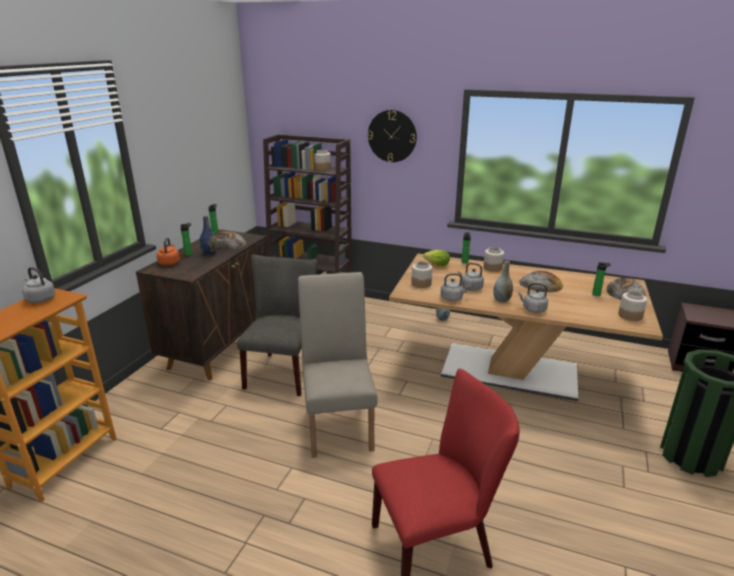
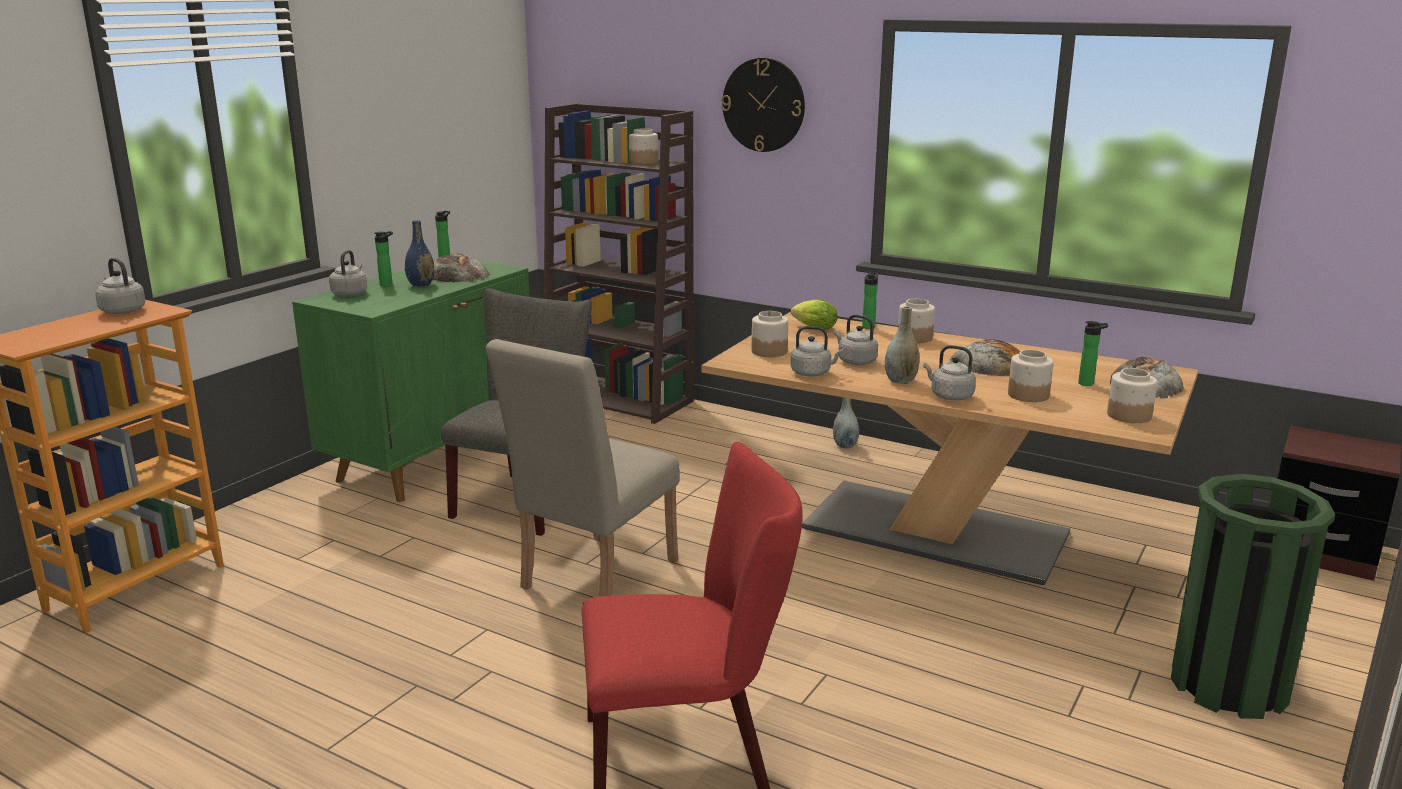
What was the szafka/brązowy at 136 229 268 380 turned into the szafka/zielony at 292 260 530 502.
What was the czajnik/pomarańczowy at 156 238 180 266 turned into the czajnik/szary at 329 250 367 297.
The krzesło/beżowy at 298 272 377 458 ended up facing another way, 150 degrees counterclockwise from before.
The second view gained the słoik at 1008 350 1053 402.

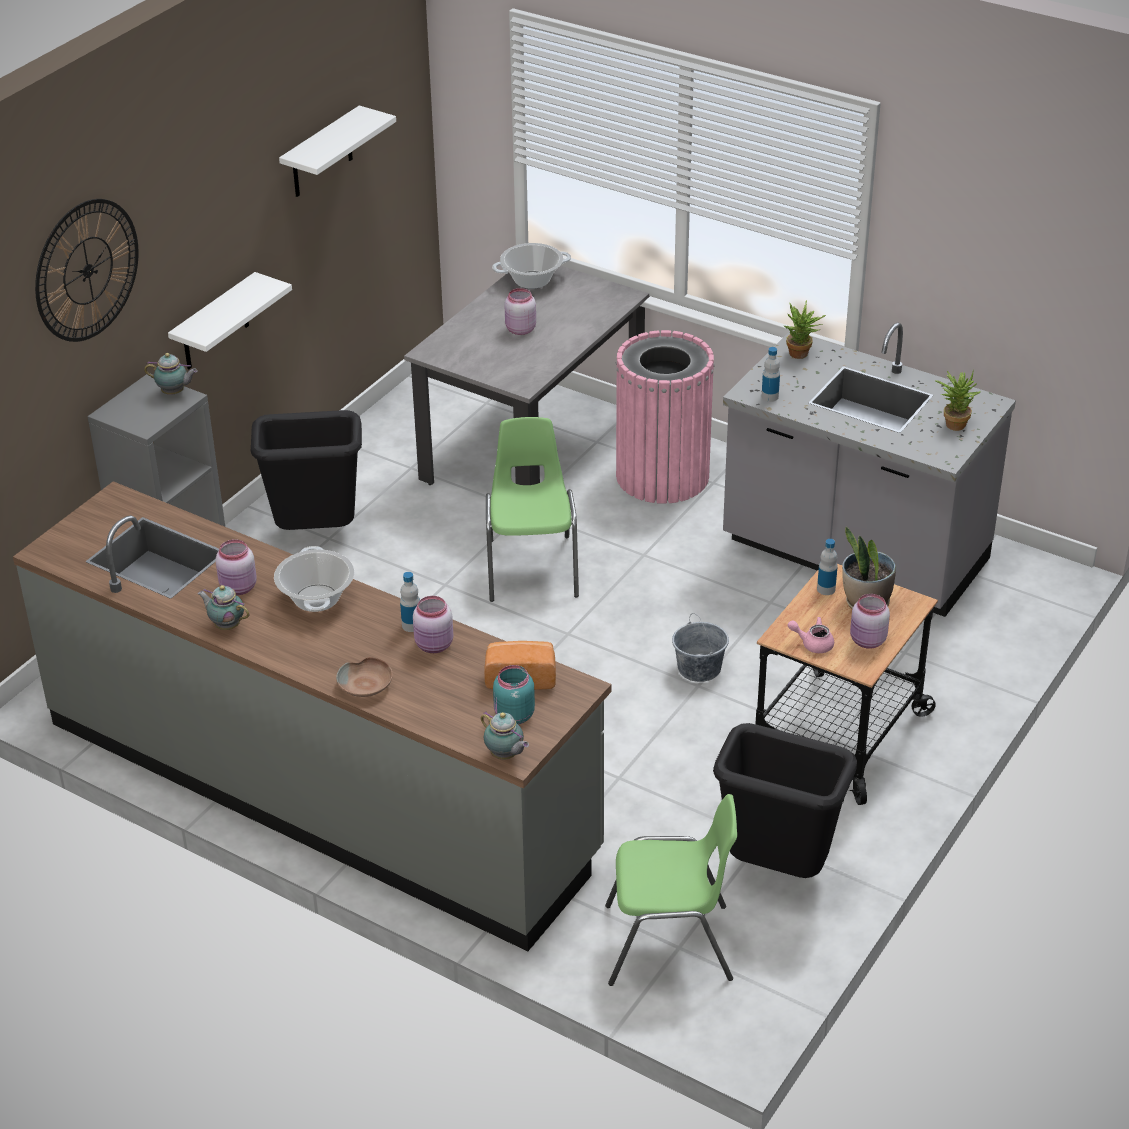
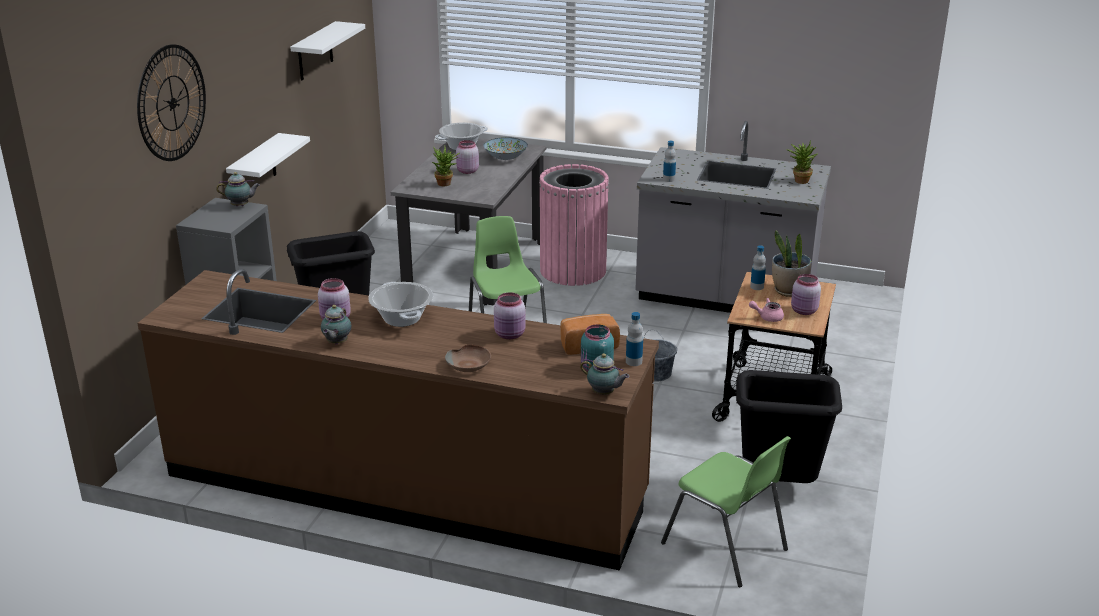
What was the zabudowa kuchenna/szary at 13 481 611 951 turned into the zabudowa kuchenna/brązowy at 137 269 659 571.
The imbryk at 198 585 250 630 ended up facing another way, 90 degrees counterclockwise from before.
The butelka ended up elsewhere, having gone from 400 572 420 632 to 626 312 643 366.
The krzesło/zielony at 605 794 737 986 ended up facing another way, 60 degrees clockwise from before.
The roślina doniczkowa ended up elsewhere, having gone from 784 300 826 359 to 432 146 460 186.
The second view gained the miska at 483 137 528 160.

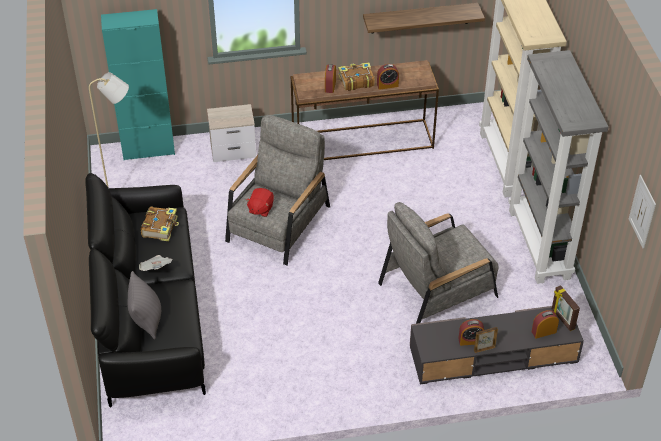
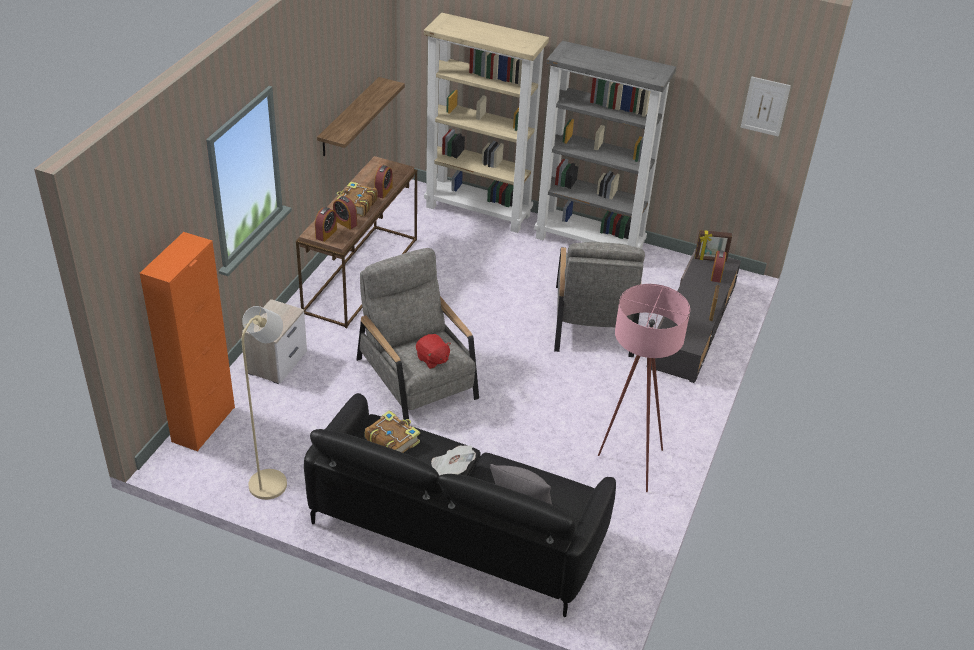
What was the szafka/turkusowy at 101 9 175 160 turned into the szafka/pomarańczowy at 140 232 235 451.
The budzik ended up elsewhere, having gone from 458 319 484 346 to 315 207 337 242.
The second view gained the lampa stojąca/różowy at 598 284 690 492.

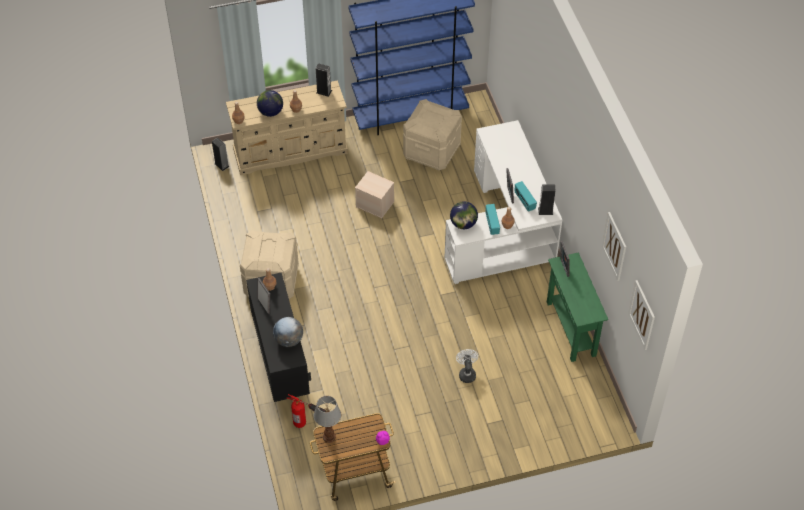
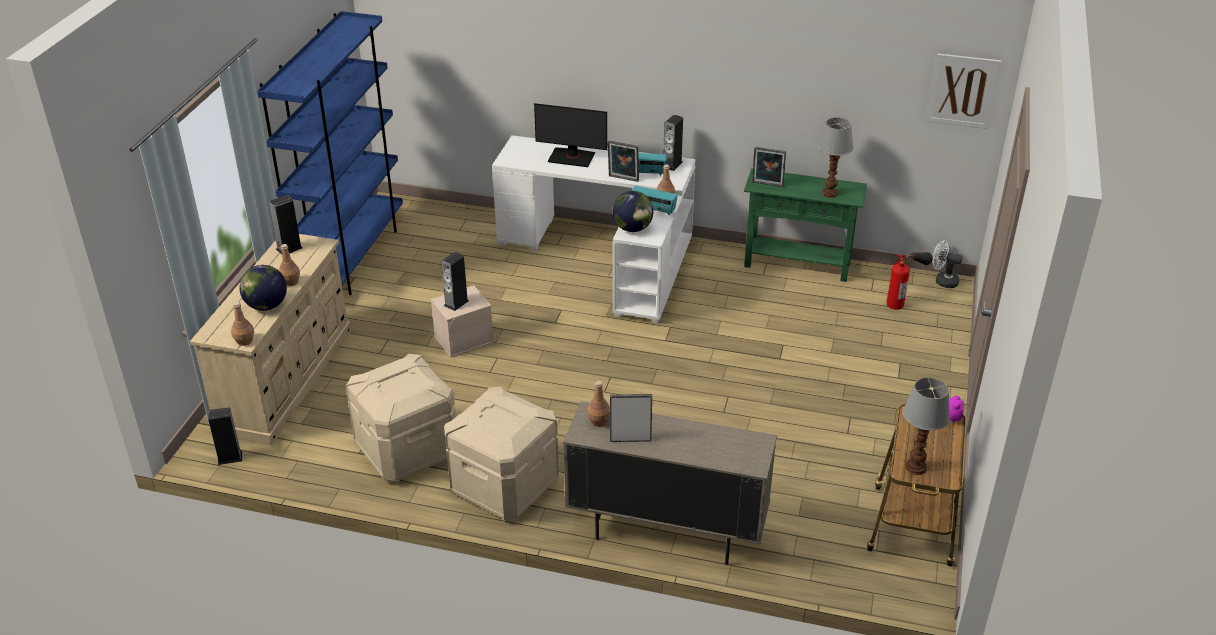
What was the szafka/czarny at 246 273 311 402 turned into the szafka/beżowy at 563 401 777 565.
The second view lost the globus at 273 317 303 347.
The gaśnica ended up elsewhere, having gone from 286 394 325 428 to 887 252 933 310.
The pojemnik do przechowywania/beżowy ended up elsewhere, having gone from 403 99 462 171 to 346 354 456 482.
The wentylator/biały ended up elsewhere, having gone from 456 349 478 383 to 932 240 963 288.
The second view lost the obraz at 602 212 626 281.
The second view gained the głośnik at 441 252 469 311.
The second view gained the monitor at 534 103 607 167.
The second view gained the lampa stołowa at 818 118 853 198.

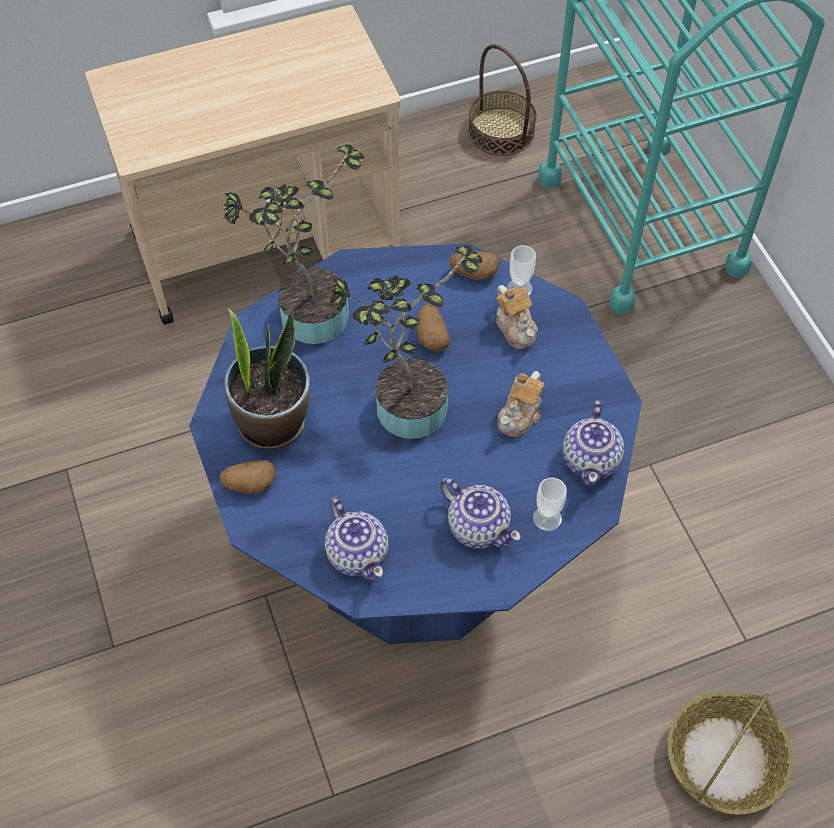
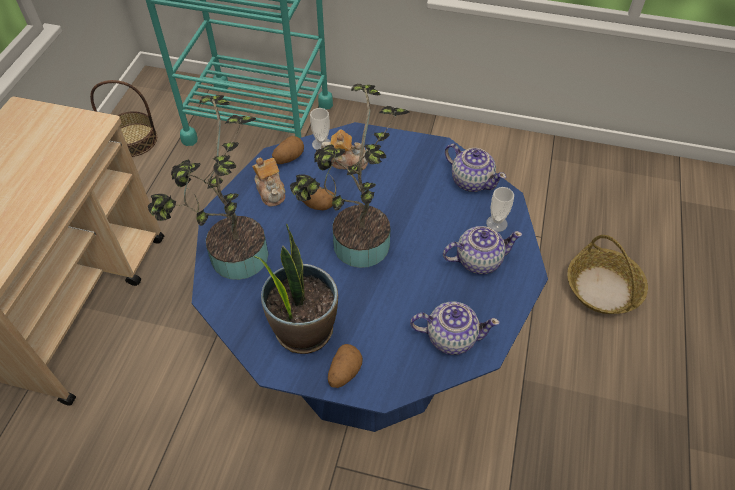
The imbryk ended up elsewhere, having gone from 497 371 544 437 to 252 158 286 207.

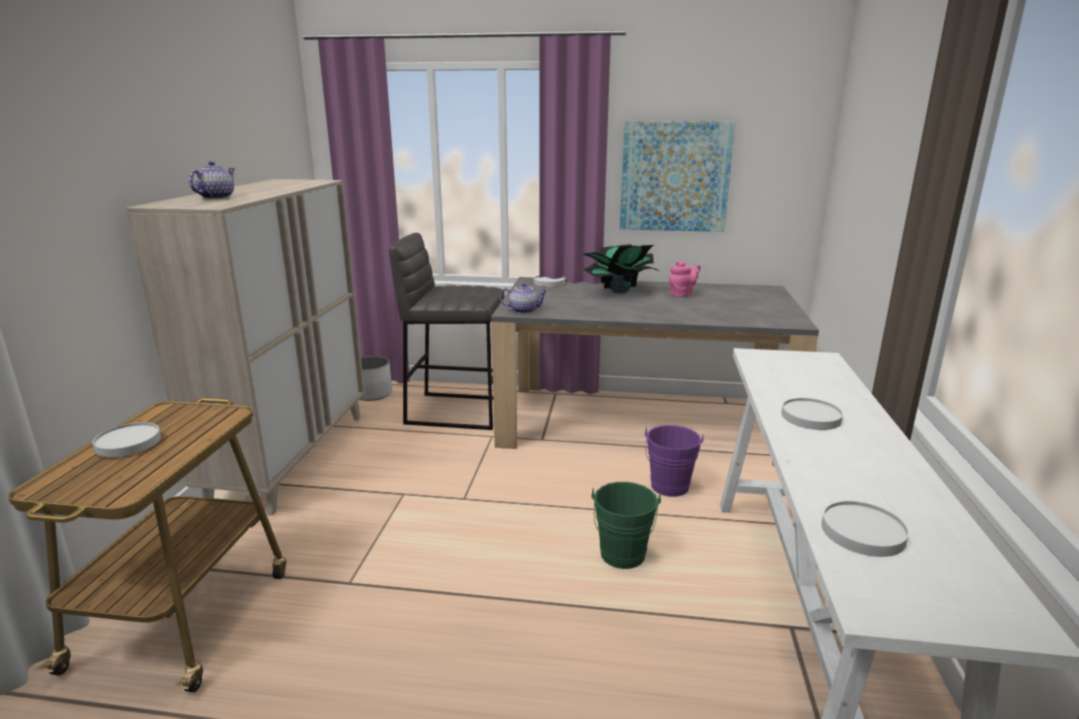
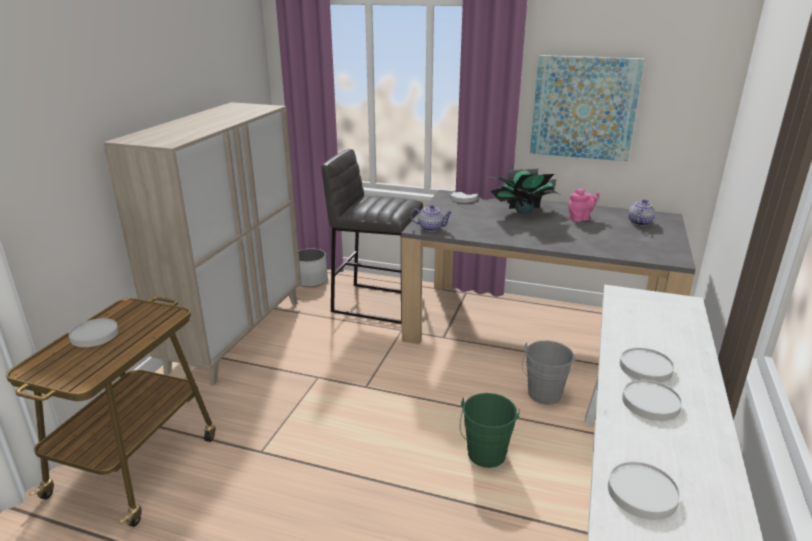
The imbryk ended up elsewhere, having gone from 189 161 235 199 to 628 199 655 226.
What was the wiadro/fioletowy at 645 425 704 497 turned into the wiadro/szary at 522 341 576 405.
The second view gained the talerz/biały at 622 380 682 421.

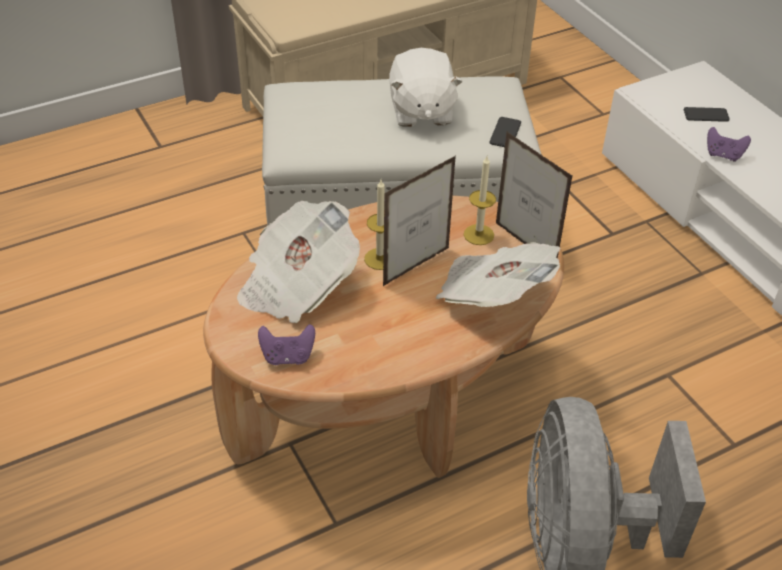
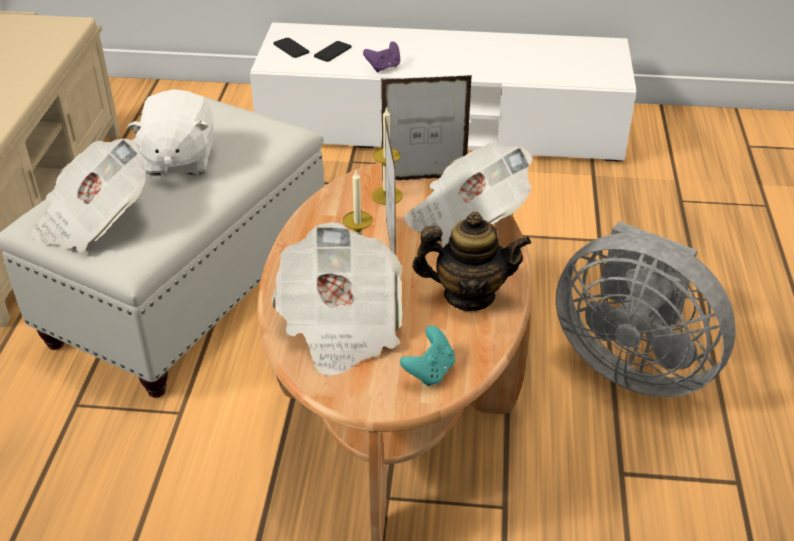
What was the pad do gier/fioletowy at 258 324 315 365 turned into the pad do gier/turkusowy at 400 326 455 387.
The pluszak/biały at 389 48 463 127 ended up facing another way, 60 degrees clockwise from before.
The telefon ended up elsewhere, having gone from 490 117 521 147 to 274 38 309 58.
The second view gained the gazeta at 31 139 146 252.
The second view gained the imbryk at 412 212 531 311.

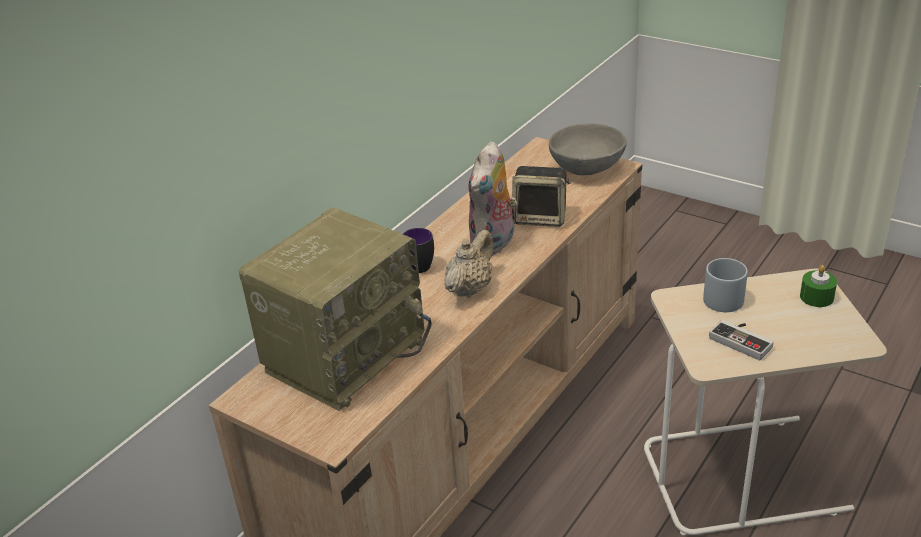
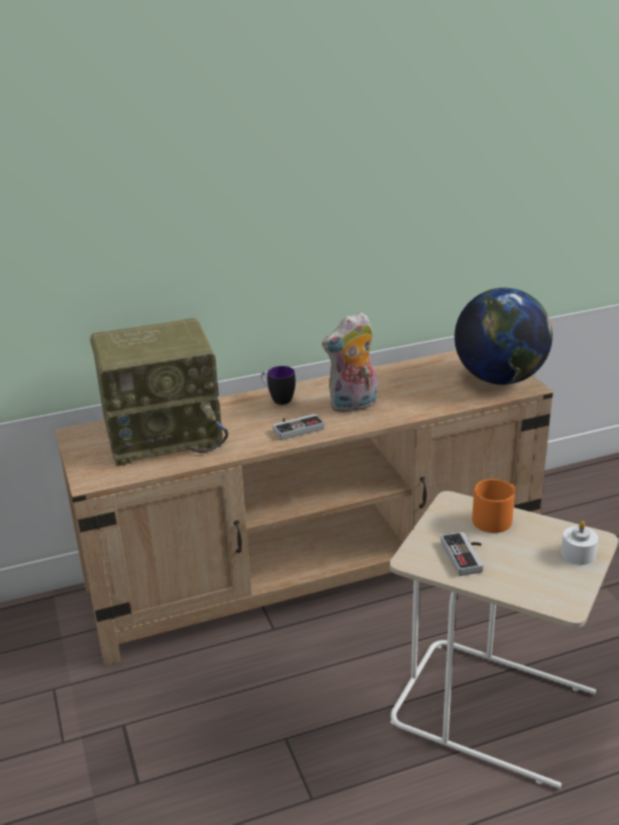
Where the imbryk/beżowy stood at 445 230 494 298, the pad do gier came to stand at 272 414 325 440.
The second view lost the głośnik at 512 166 571 227.
Where the miska/szary stood at 549 124 627 175, the globus came to stand at 454 288 553 385.
What was the kubek/szary at 703 258 748 312 turned into the kubek/pomarańczowy at 472 479 515 533.
What was the świeca/zielony at 800 265 837 307 turned into the świeca/biały at 561 521 598 565.

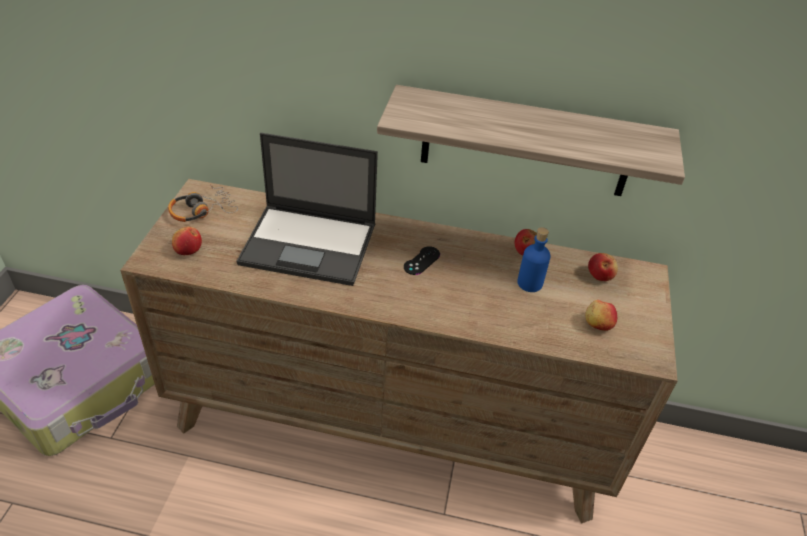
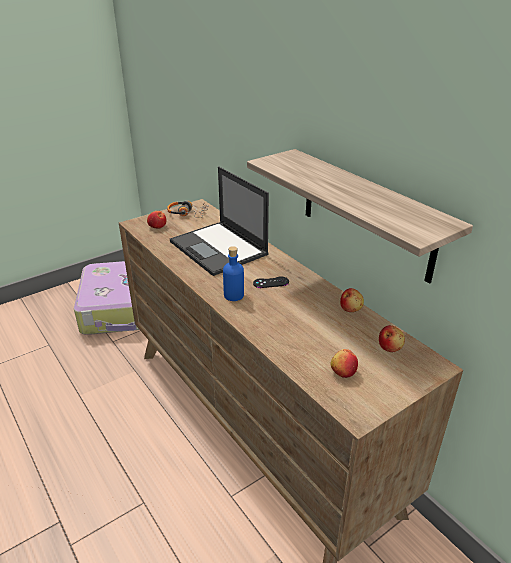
The butelka/niebieski ended up elsewhere, having gone from 517 227 550 292 to 223 246 244 301.

